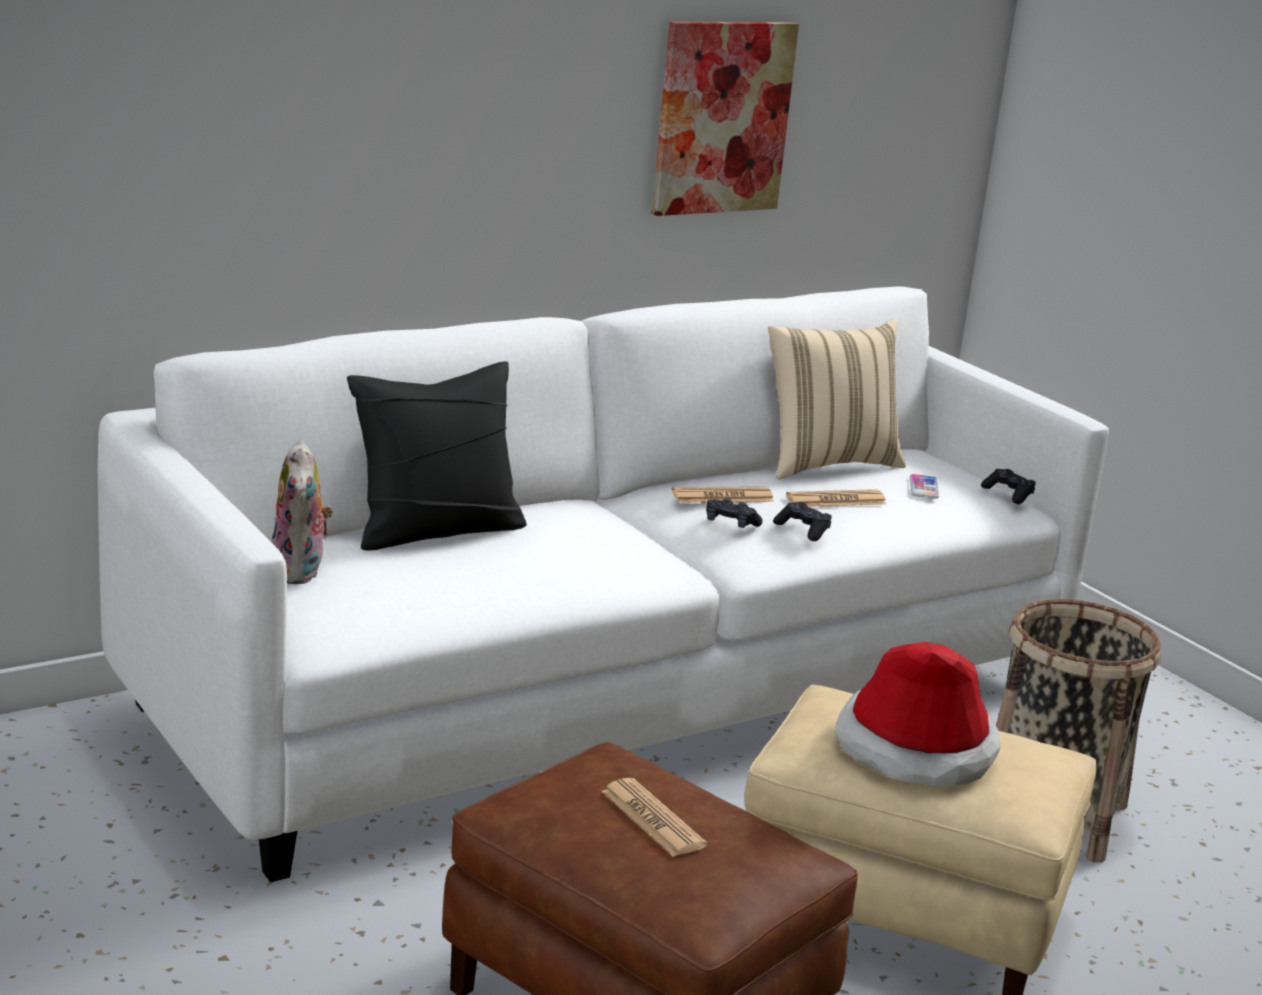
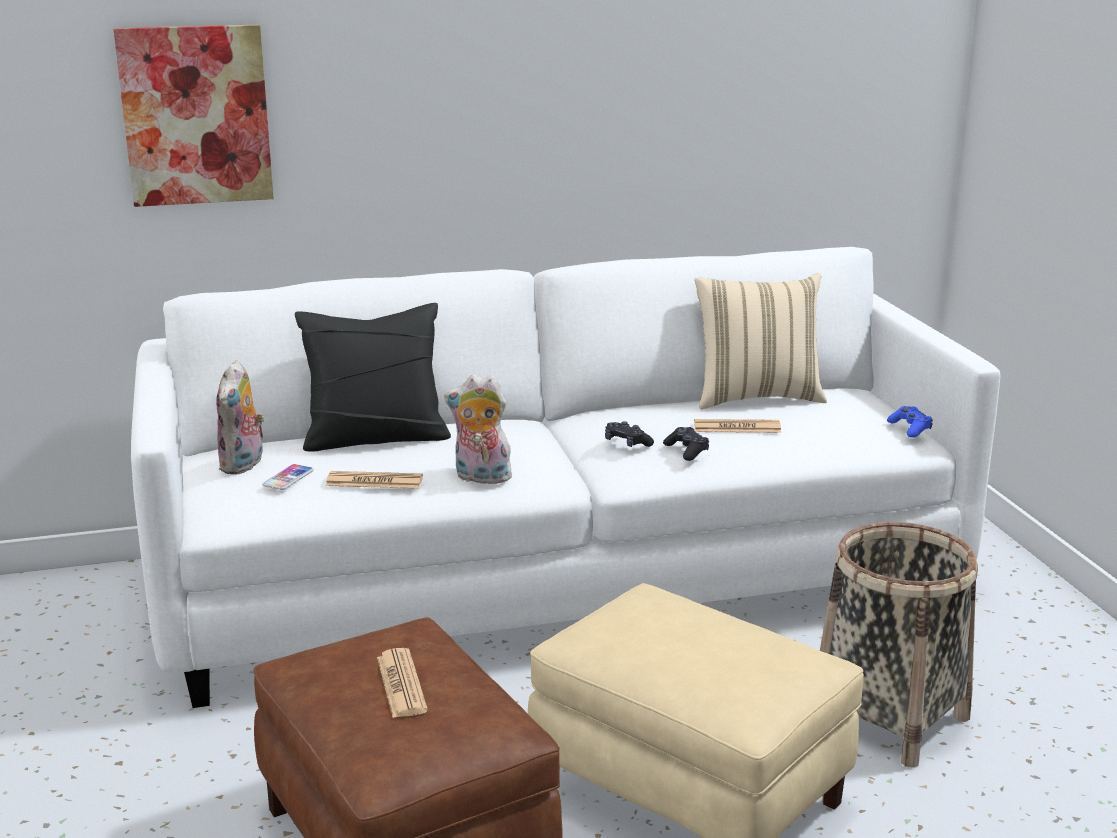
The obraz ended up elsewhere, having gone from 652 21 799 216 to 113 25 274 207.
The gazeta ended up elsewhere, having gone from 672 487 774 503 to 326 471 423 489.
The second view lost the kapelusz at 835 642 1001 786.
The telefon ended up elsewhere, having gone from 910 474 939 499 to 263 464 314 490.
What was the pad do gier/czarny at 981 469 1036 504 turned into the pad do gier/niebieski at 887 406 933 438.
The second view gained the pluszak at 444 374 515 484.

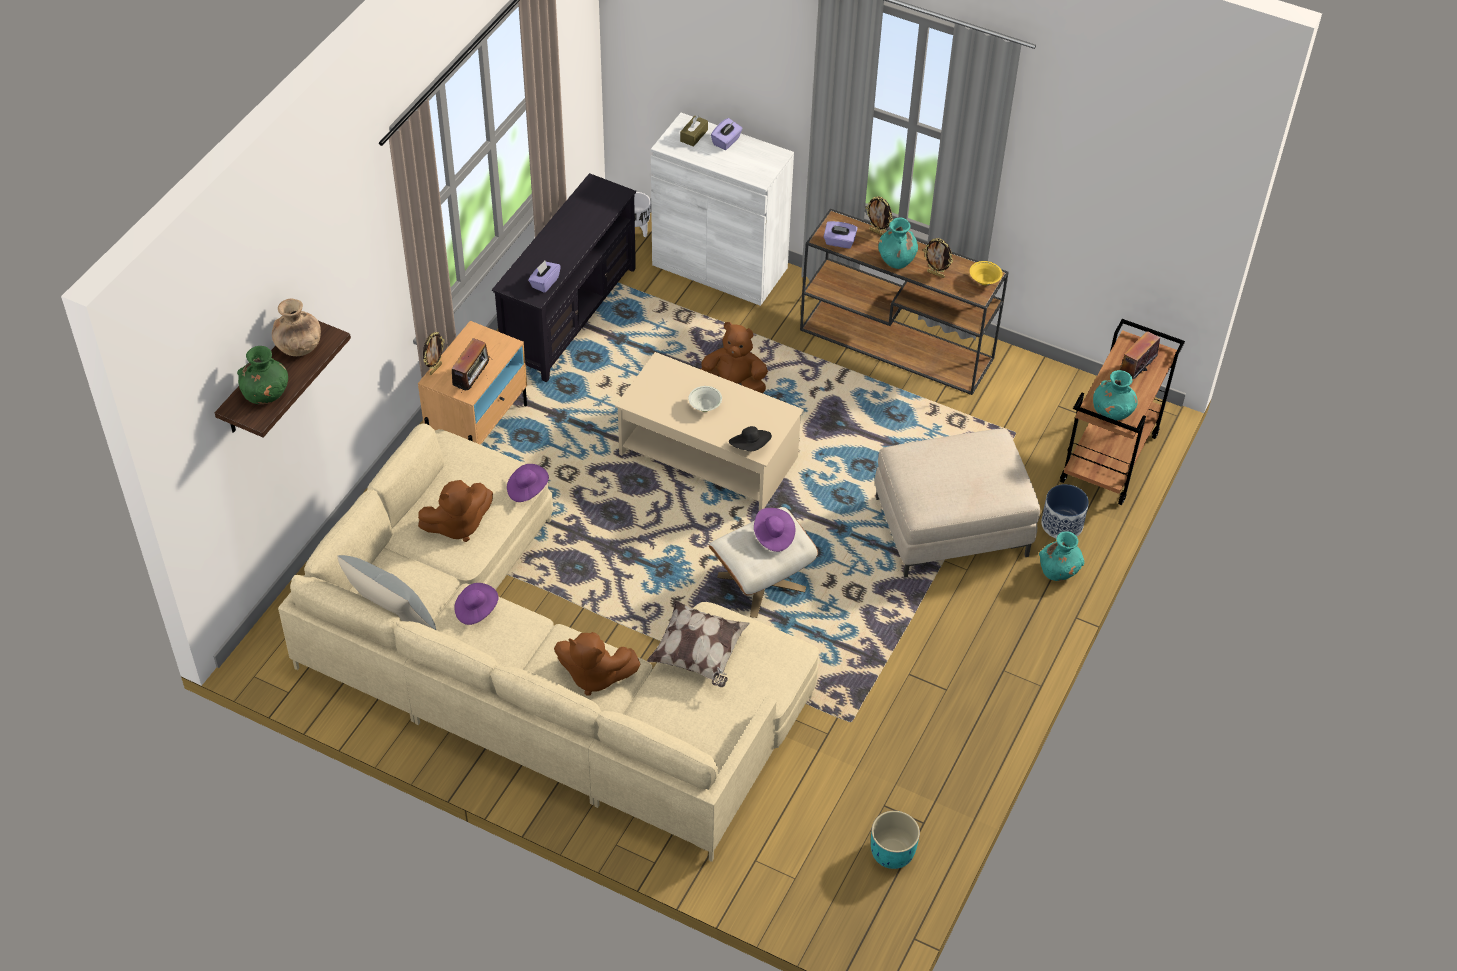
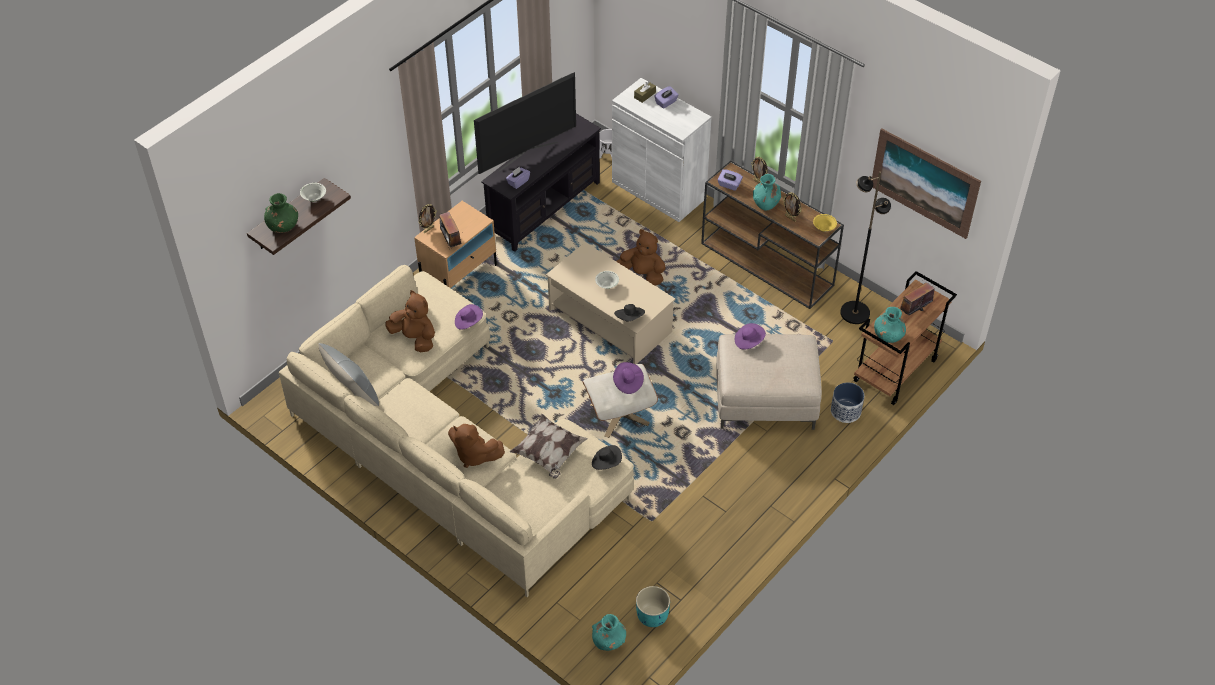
Where the wazon/brązowy stood at 272 298 321 356, the miska/biały came to stand at 300 183 326 202.
The pluszak/brązowy at 418 480 493 542 ended up facing another way, 135 degrees counterclockwise from before.
The radio at 447 338 489 393 ended up facing another way, 120 degrees clockwise from before.
The kapelusz/fioletowy ended up elsewhere, having gone from 454 583 498 625 to 735 323 766 350.
The wazon/turkusowy ended up elsewhere, having gone from 1039 531 1084 581 to 592 614 626 651.
The second view gained the telewizor at 474 72 576 174.
The second view gained the kapelusz/czarny at 592 445 622 470.
The second view gained the lampa stojąca/czarny at 840 171 891 324.
The second view gained the obraz at 872 128 981 239.

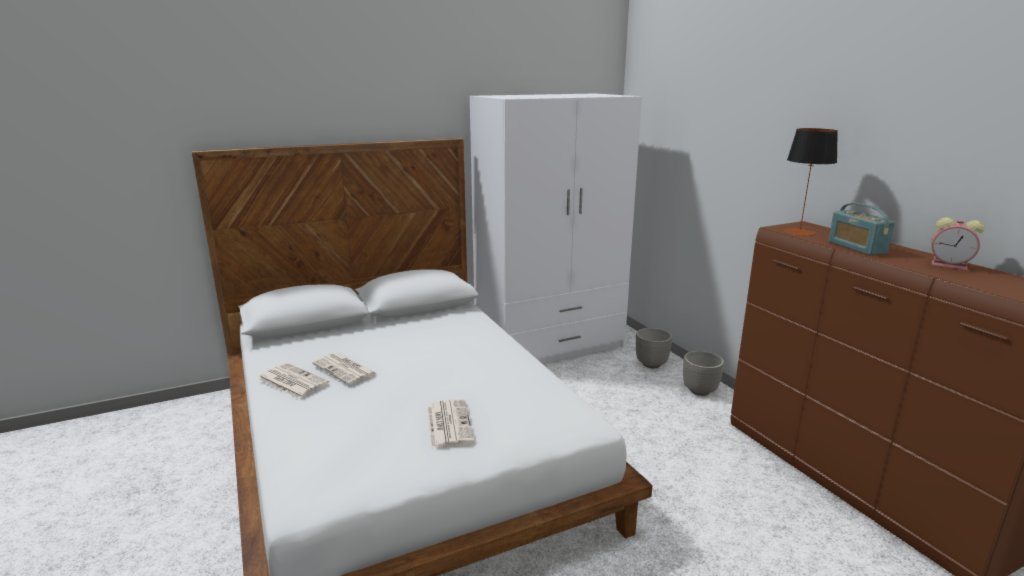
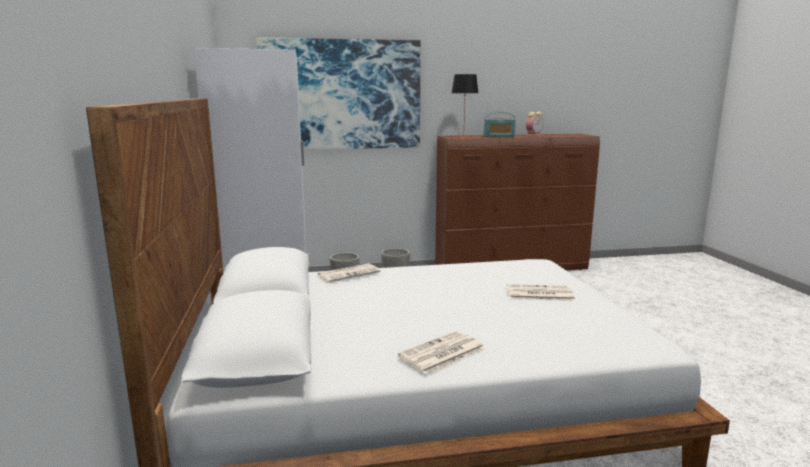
The gazeta ended up elsewhere, having gone from 312 353 377 385 to 318 263 381 282.
The second view gained the obraz at 256 37 421 150.

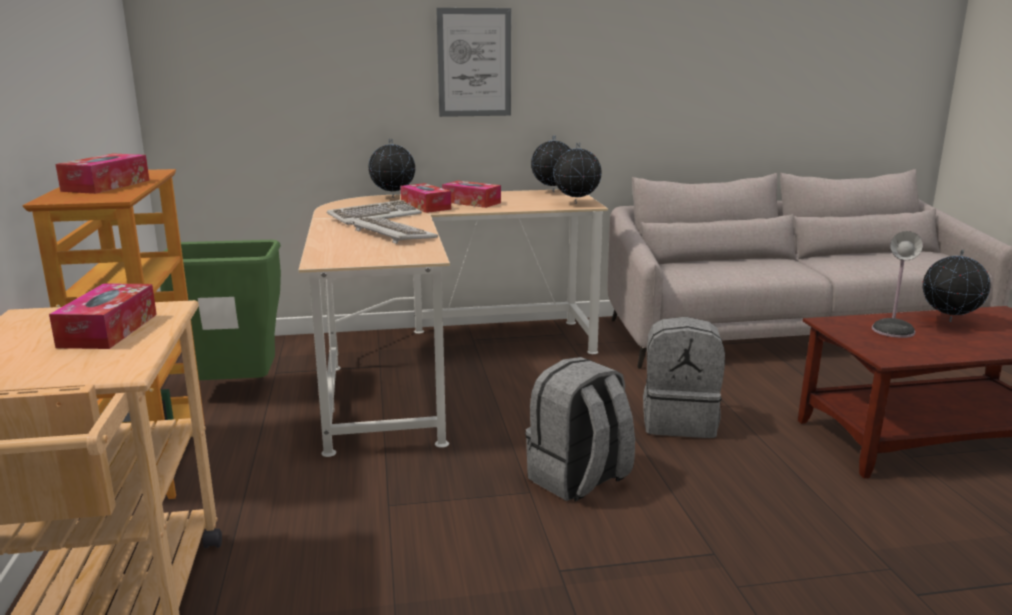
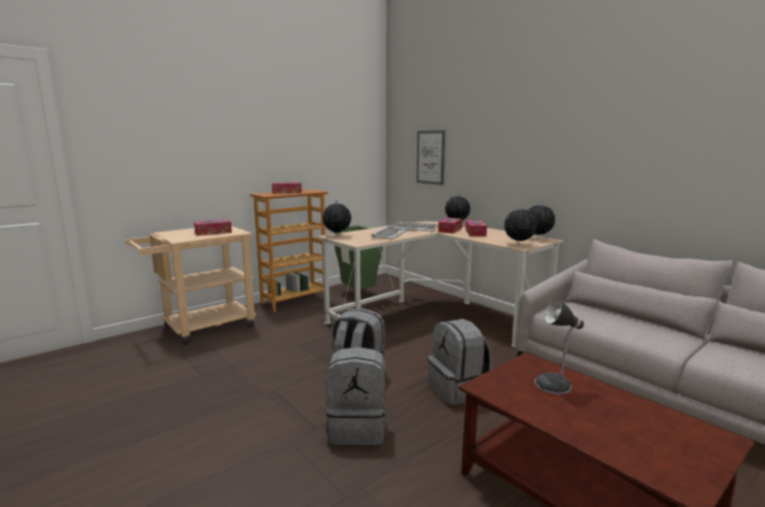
The obraz ended up elsewhere, having gone from 436 8 511 117 to 416 130 445 185.
The globus ended up elsewhere, having gone from 923 249 991 322 to 322 200 351 235.
The second view gained the plecak/szary at 325 347 386 445.

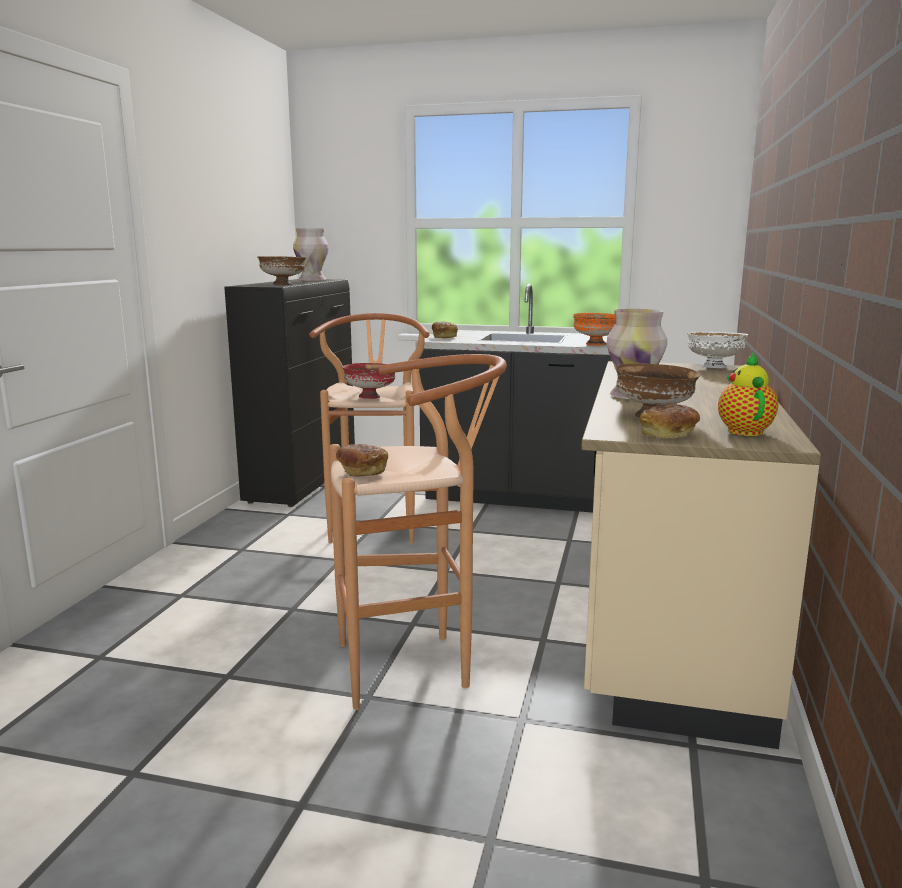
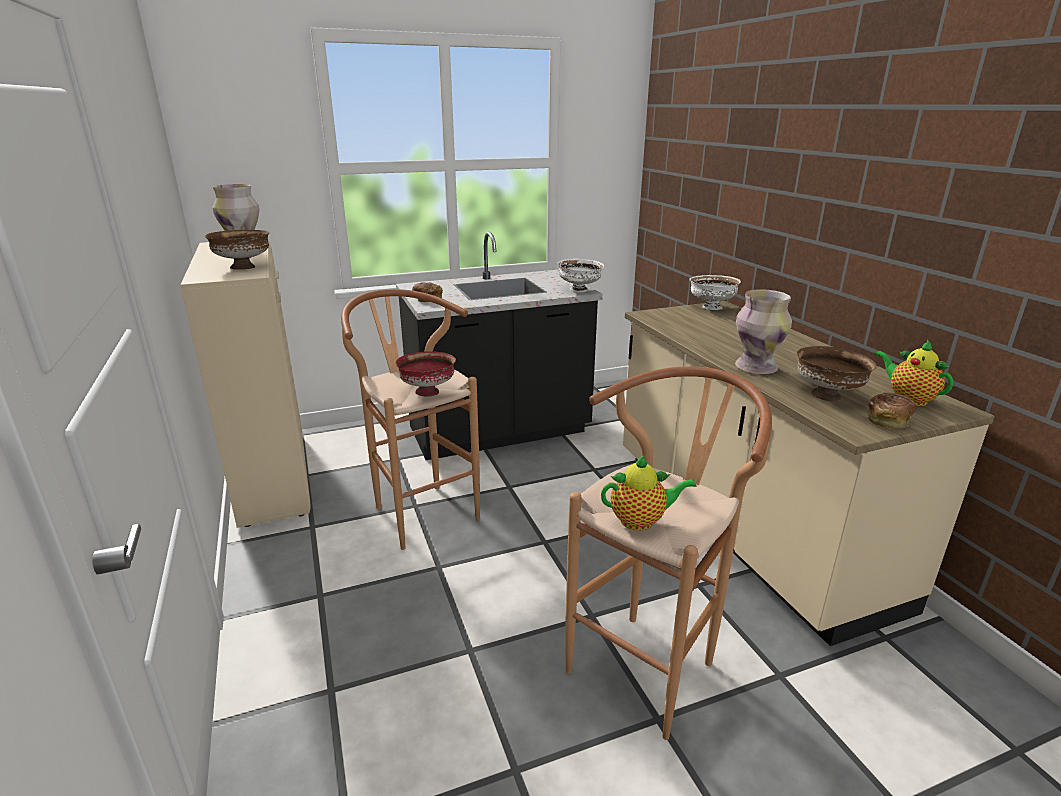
What was the szafka/czarny at 224 279 355 507 turned into the szafka/beżowy at 180 240 311 528.
Where the chleb stood at 336 444 388 477, the imbryk came to stand at 601 455 697 531.
What was the miska/pomarańczowy at 573 313 615 346 turned into the miska/biały at 558 259 604 293.

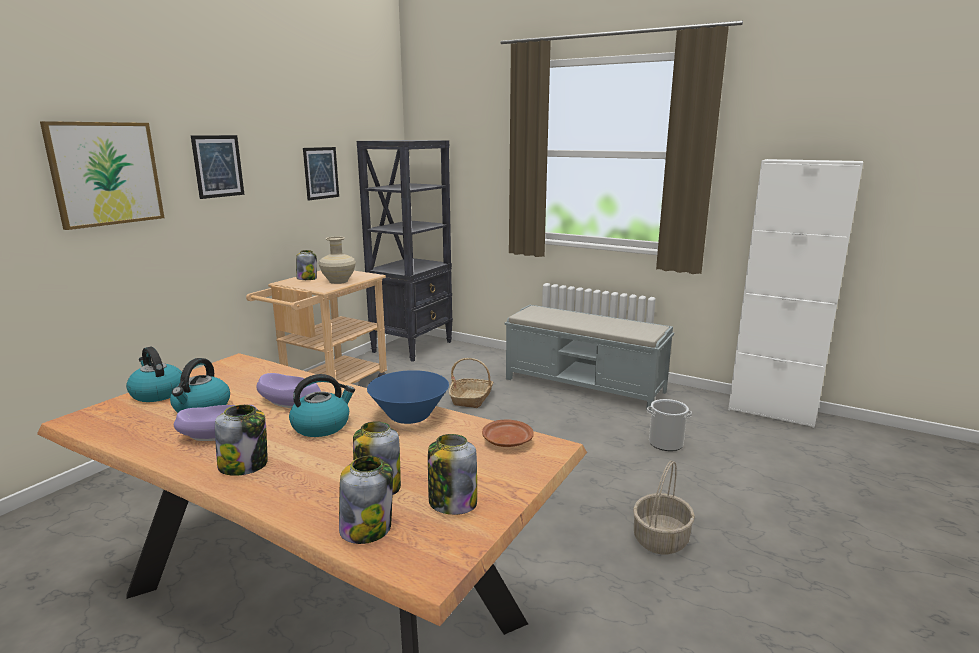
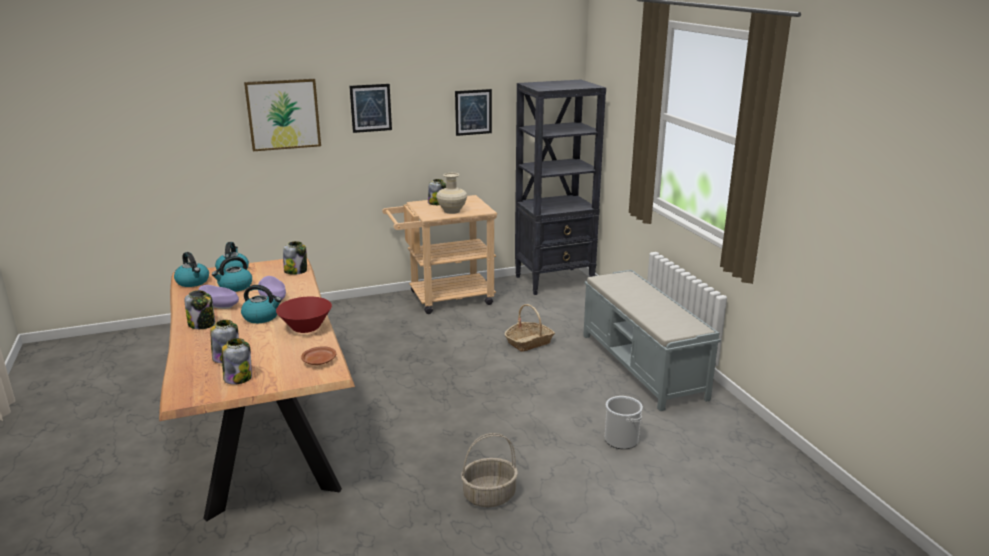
The słoik ended up elsewhere, having gone from 339 456 393 544 to 283 241 307 275.
What was the miska/niebieski at 367 370 449 424 turned into the miska/czerwony at 276 297 332 333.
The second view lost the szafka/biały at 728 159 863 428.
The second view gained the czajnik at 174 252 209 287.

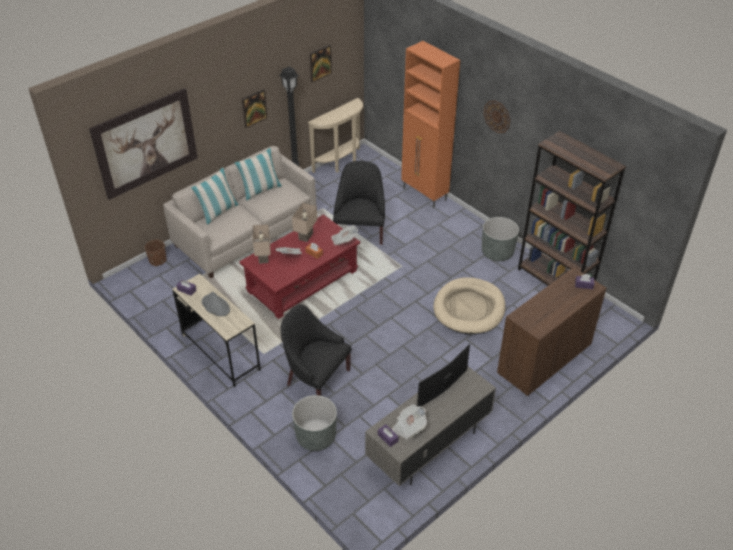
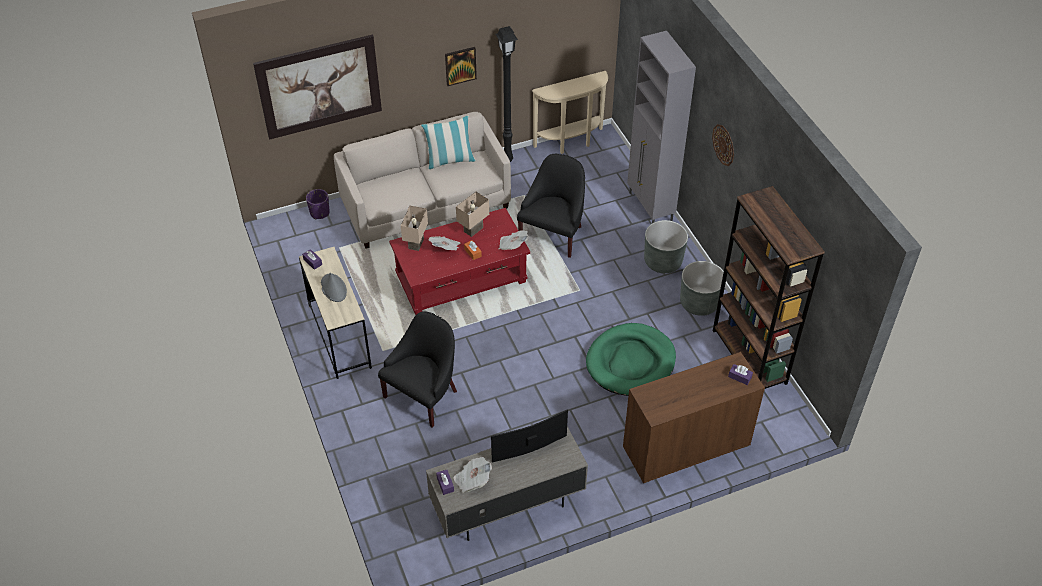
What was the donica/brązowy at 145 239 167 267 turned into the donica/fioletowy at 306 189 330 219.
The second view lost the poduszka at 191 167 239 225.
The fotel/czarny at 281 305 352 396 ended up facing another way, 75 degrees clockwise from before.
The donica/szary ended up elsewhere, having gone from 292 395 337 451 to 644 220 688 273.
The second view lost the obraz at 310 45 332 82.
What was the szafka/pomarańczowy at 401 41 460 208 turned into the szafka/szary at 627 31 696 223.
What was the legowisko/beżowy at 433 277 506 334 turned into the legowisko/zielony at 586 323 676 396.

